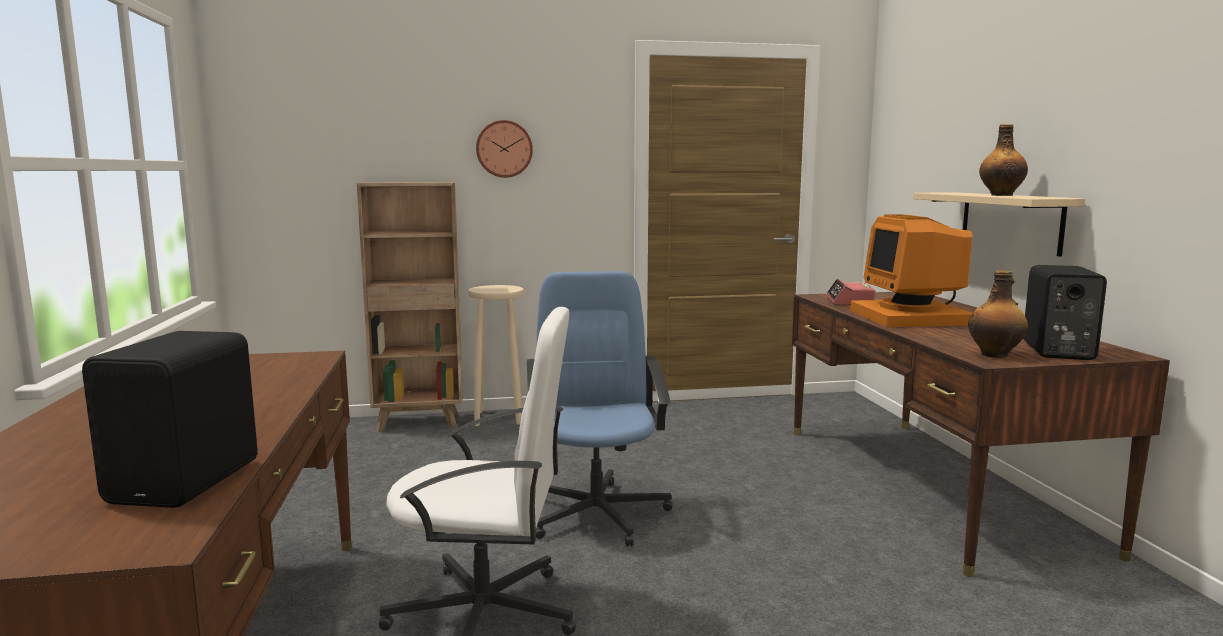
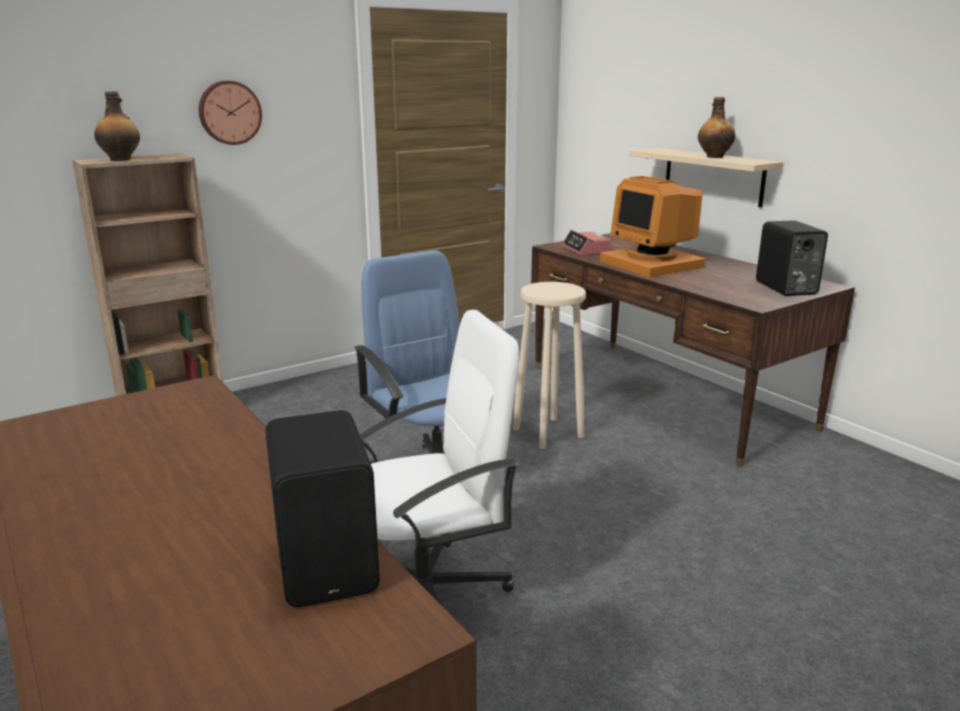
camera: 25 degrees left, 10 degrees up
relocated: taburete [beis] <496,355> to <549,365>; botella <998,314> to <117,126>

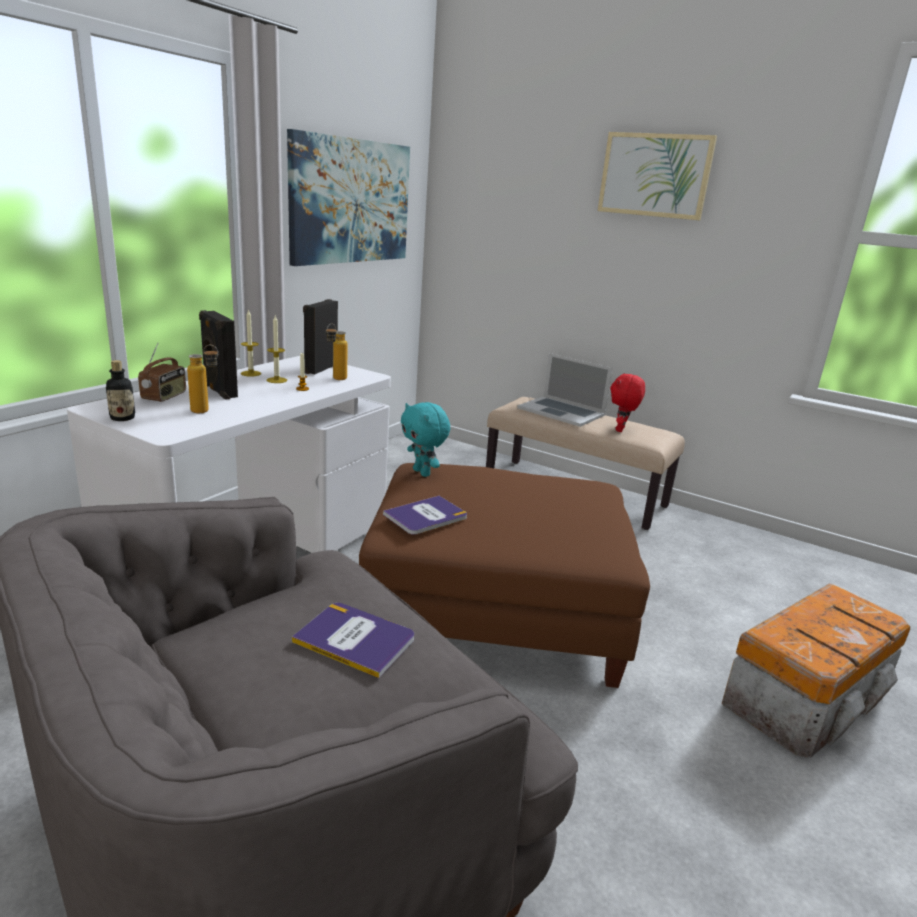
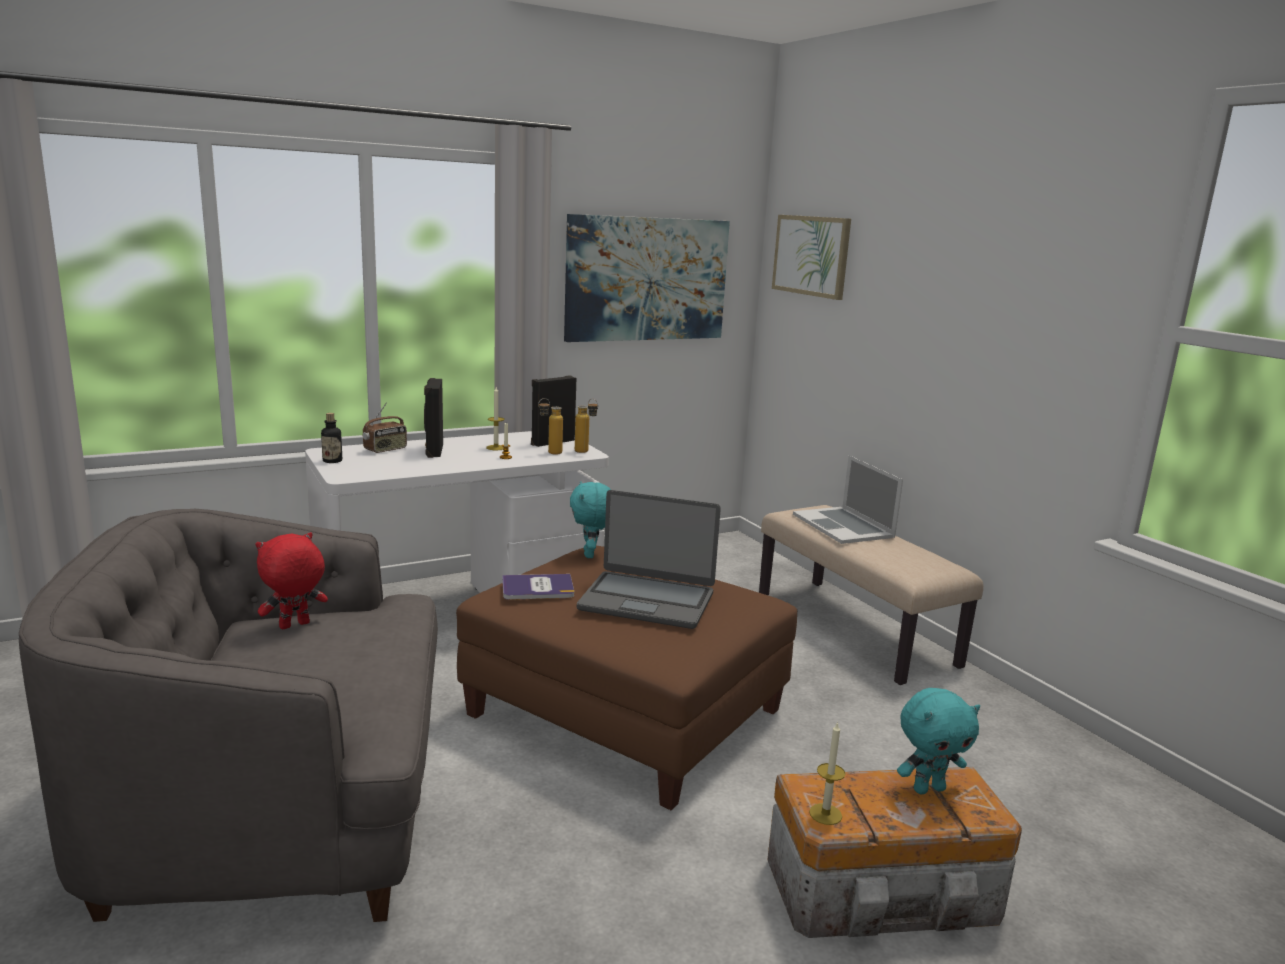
camera: 30 degrees right, 5 degrees down
missing: libro <353,640>
appeared: portátil <649,559>; peluche [turquesa] <938,741>
relocated: botella <202,379> to <586,425>; vela <251,343> to <827,773>; cuadro <657,176> to <811,257>; peluche [rojo] <627,402> to <291,580>

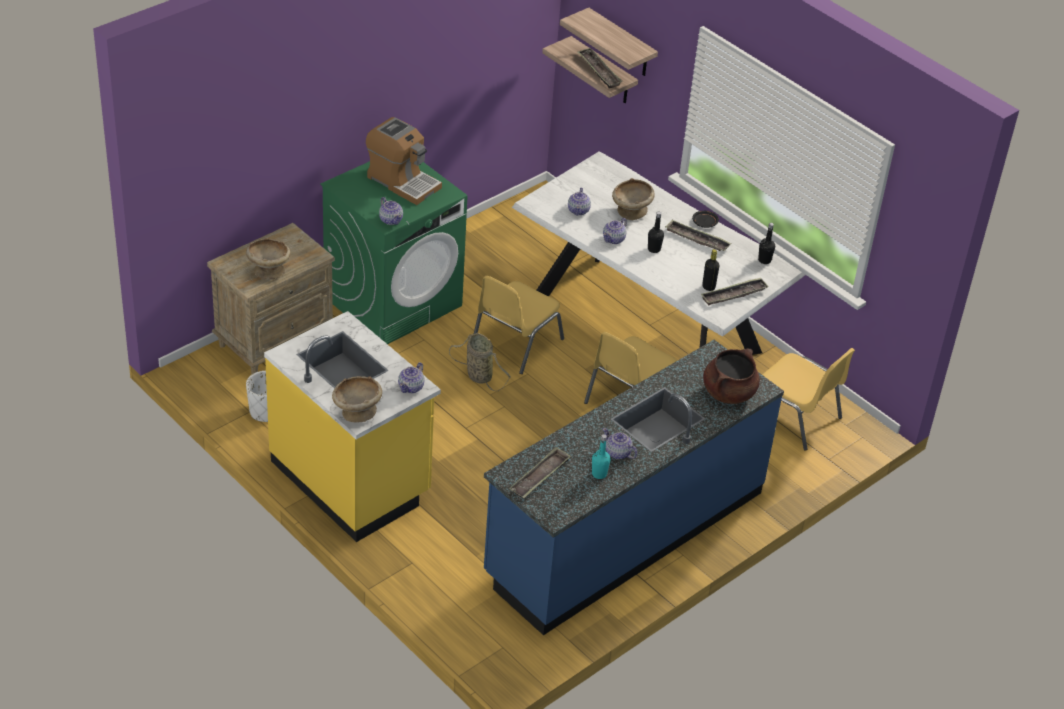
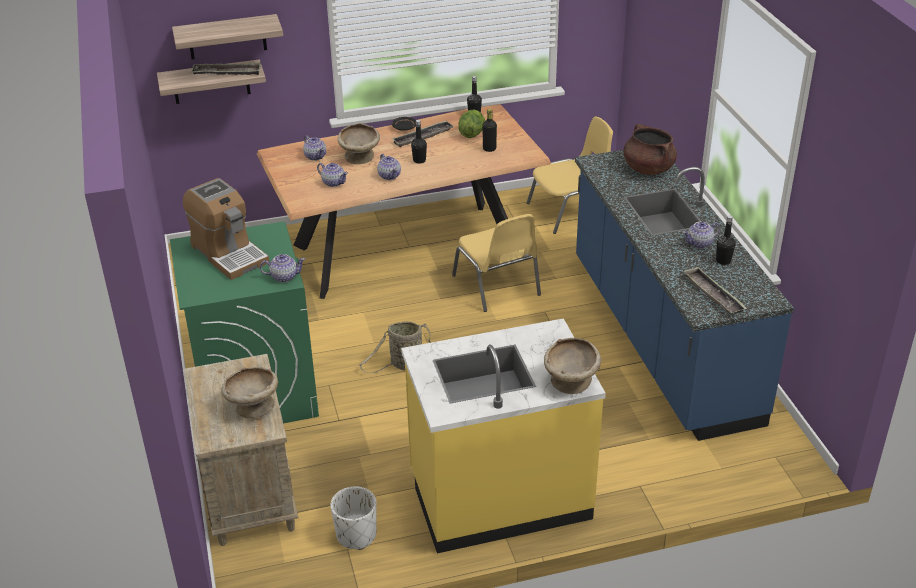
camera: 60 degrees left, 5 degrees down
missing: silla [amarillo] <519,325>; bandeja <735,291>
appeared: lechuga <471,123>
relocated: tetera <411,377> to <314,148>
colour: mesa de comedor [blanco] <658,253> to mesa de comedor [marrón] <404,201>; botella [turquesa] <601,456> to botella [negro] <726,240>
spun: cafetera <404,161> = <226,229> 75 degrees clockwise

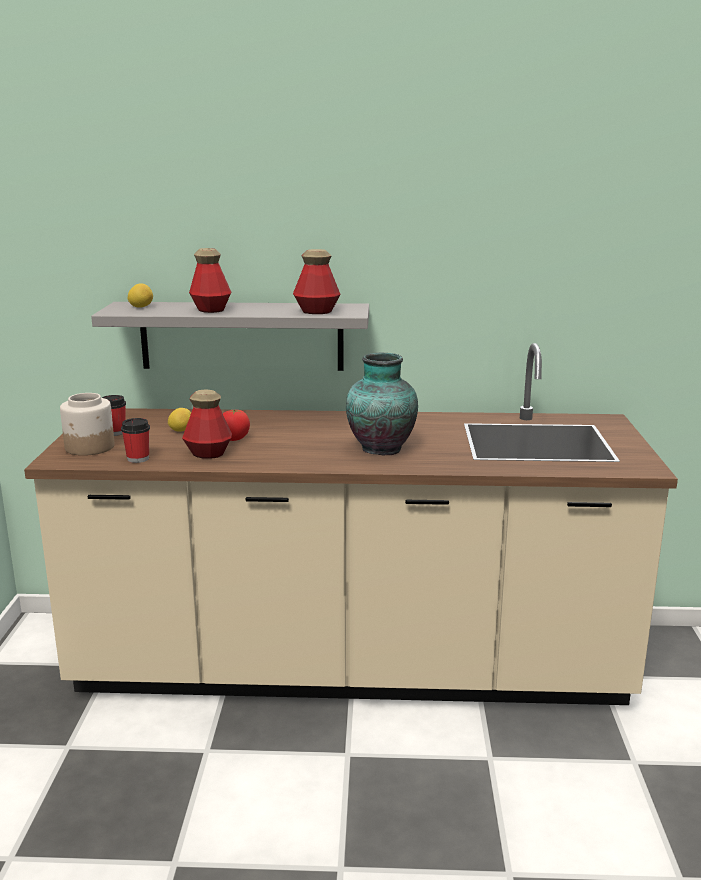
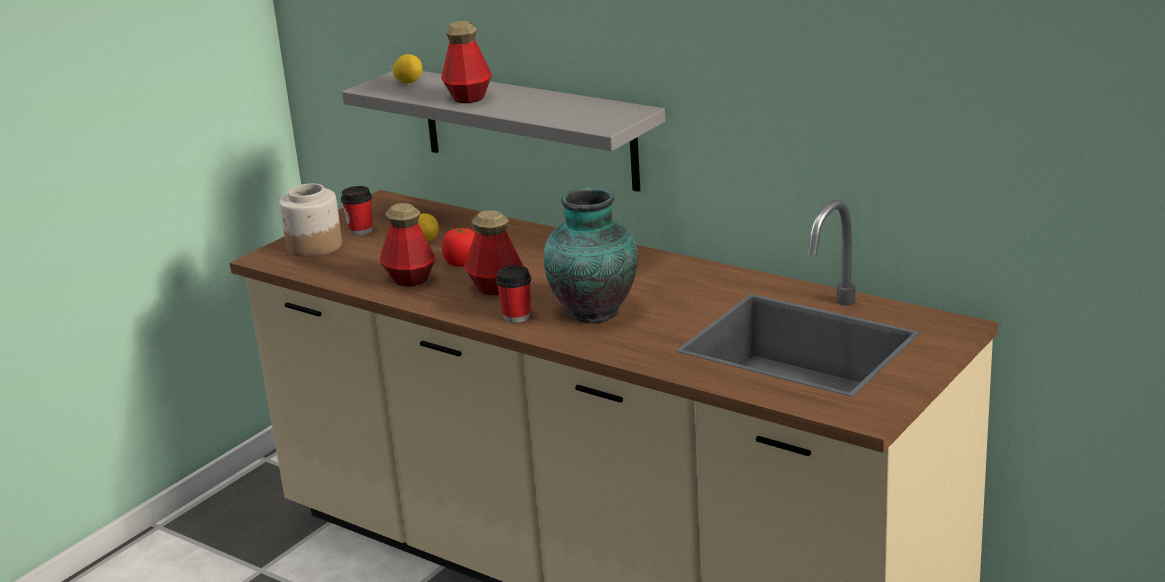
camera: 35 degrees right, 5 degrees up
relocated: taza <135,440> to <513,294>; botella <317,281> to <493,252>

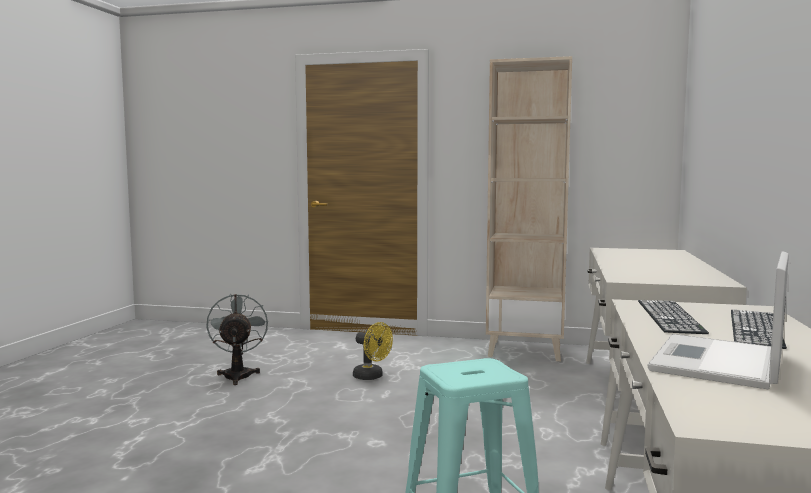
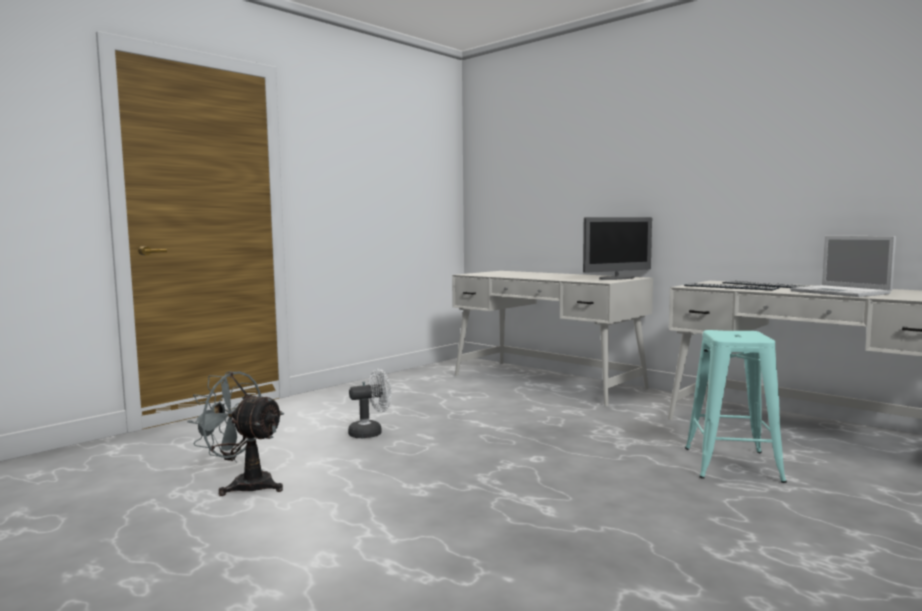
camera: 60 degrees left, 0 degrees up
missing: estantería [beis] <529,209>
appeared: monitor <617,248>
colour: ventilador [amarillo] <373,351> to ventilador [blanco] <370,403>

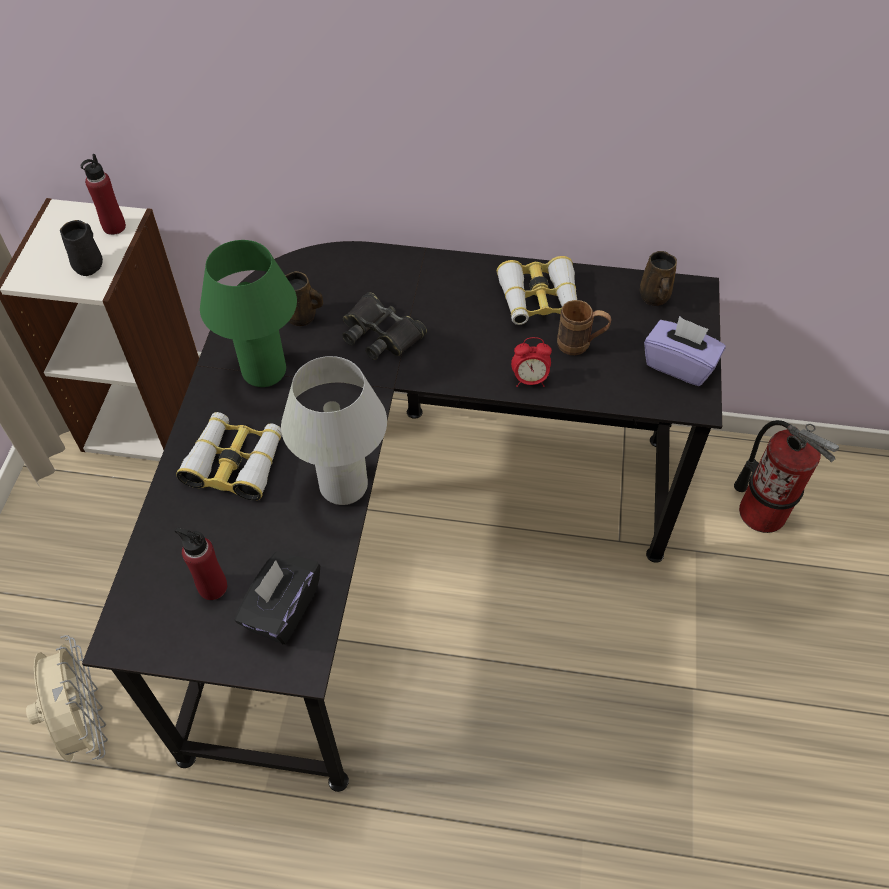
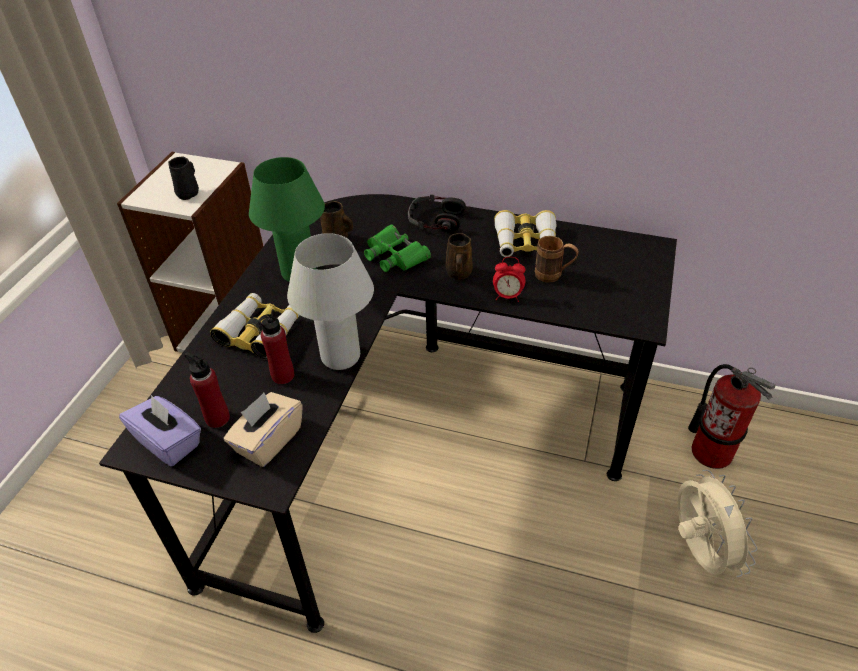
camera: 10 degrees right, 10 degrees down
appeared: auriculares <437,212>
relocated: ventilador [beis] <67,698> to <717,523>; botella [rojo] <103,194> to <276,346>; taza grande [marrón] <658,278> to <459,256>; caja de pañuelos [morado] <685,351> to <160,431>
colour: caja de pañuelos [negro] <277,597> to caja de pañuelos [beis] <263,429>; prismáticos [negro] <384,326> to prismáticos [verde] <397,248>

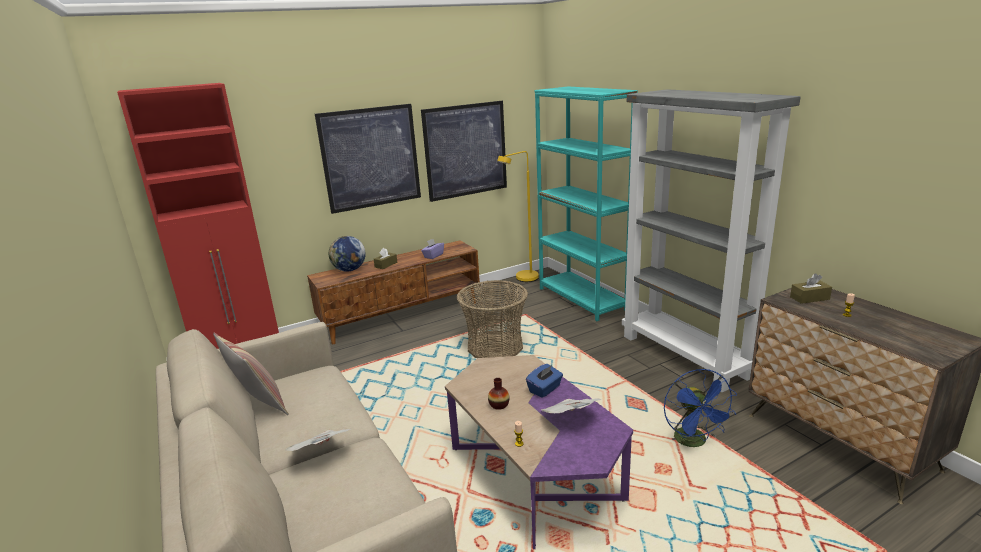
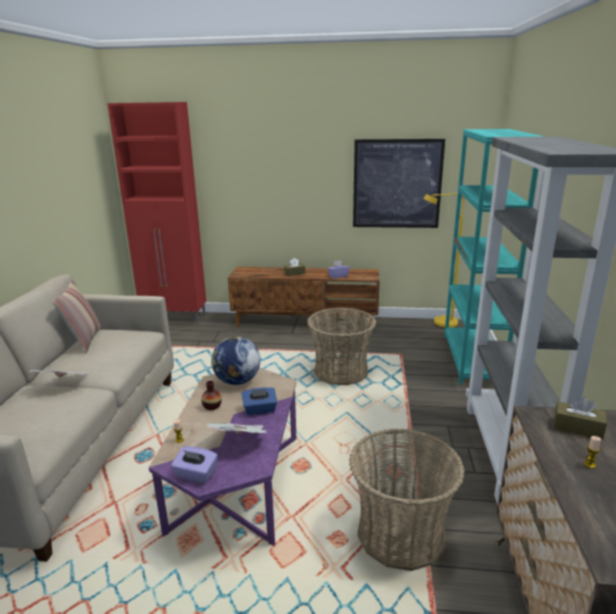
camera: 35 degrees right, 0 degrees up
missing: cuadro <368,159>
appeared: caja de pañuelos [morado] <194,464>
relocated: globo terráqueo <347,254> to <235,360>
exchanged: ventilador [azul] <700,408> to cesta <407,499>

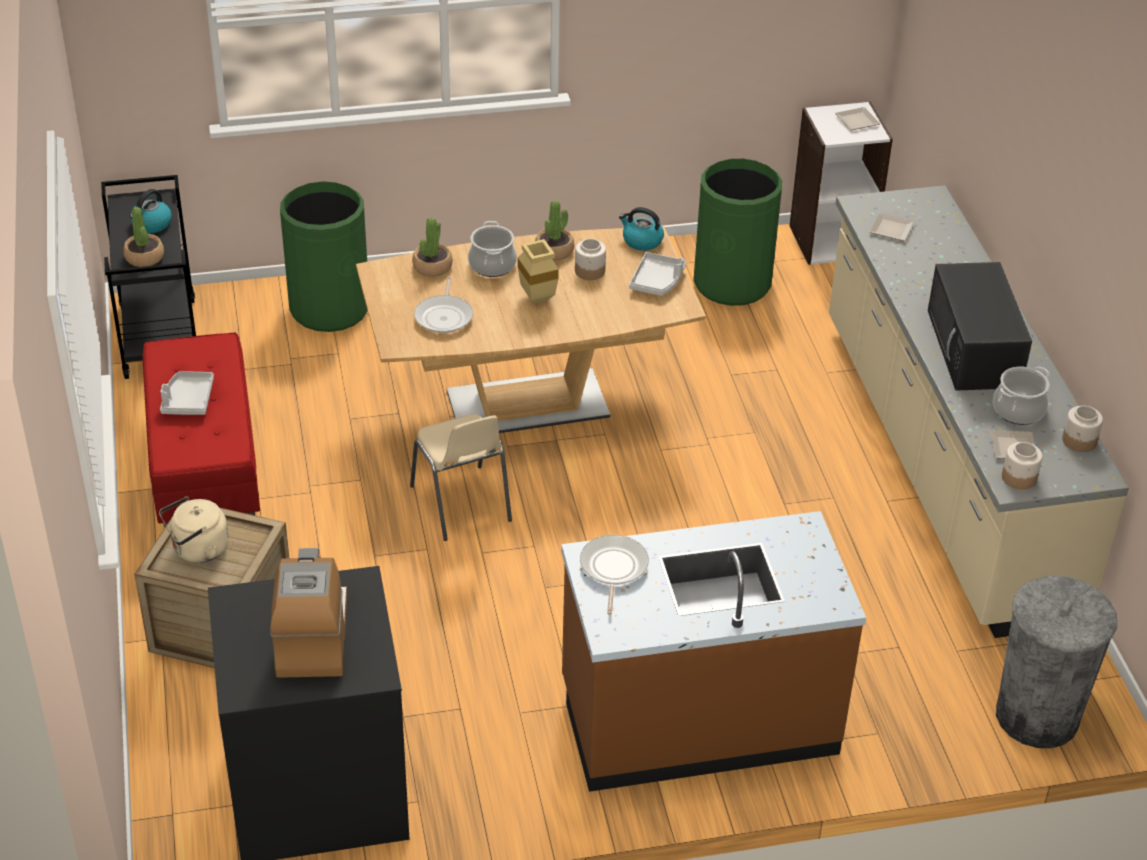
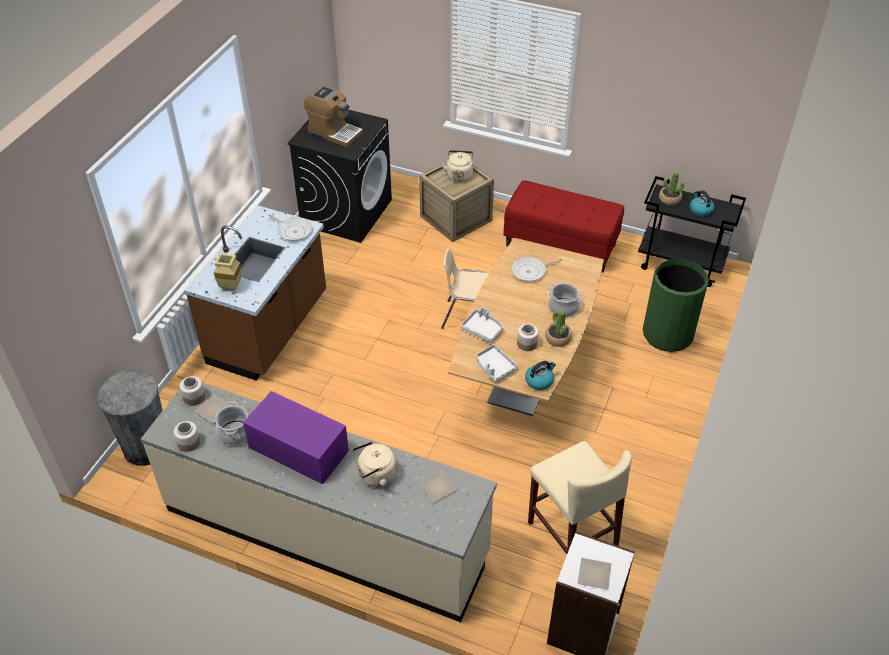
camera: 125 degrees right, 5 degrees up
missing: planta en maceta <432,247>
appeared: hervidor [beis] <374,464>
relocated: bandeja [gris] <187,393> to <482,325>; florero [beis] <538,271> to <227,272>
exchanged: papelera [verde] <737,232> to taburete [beis] <580,497>
colour: microondas [negro] <980,326> to microondas [morado] <296,437>
spun: sartén <443,305> = <536,269> 60 degrees counterclockwise

